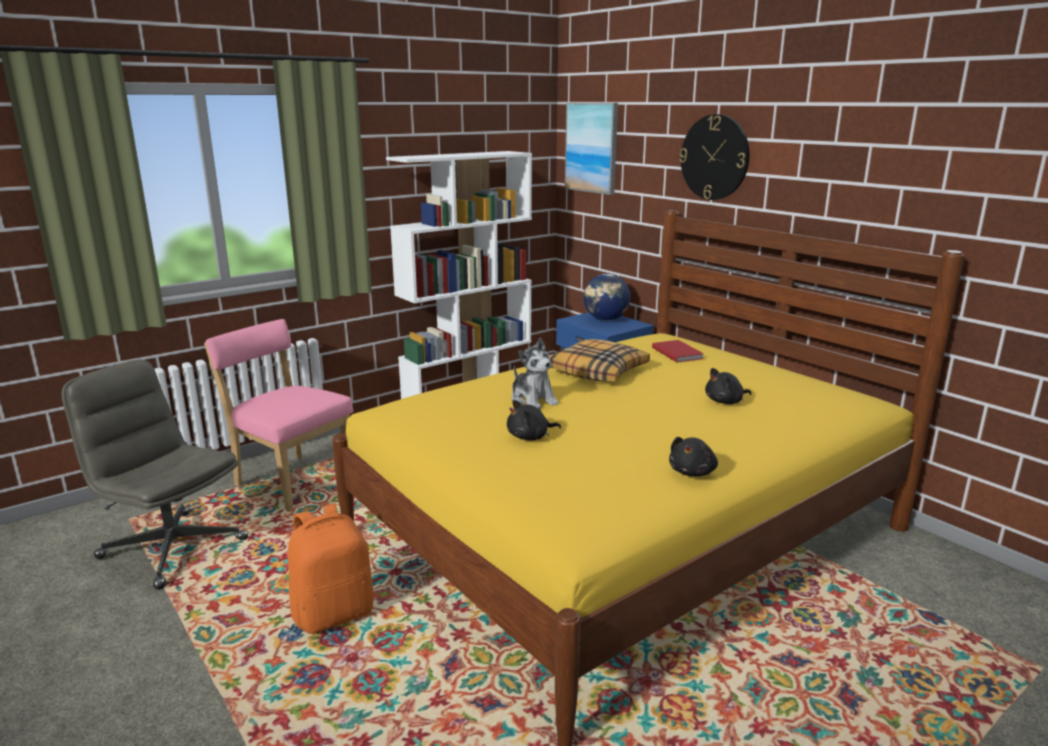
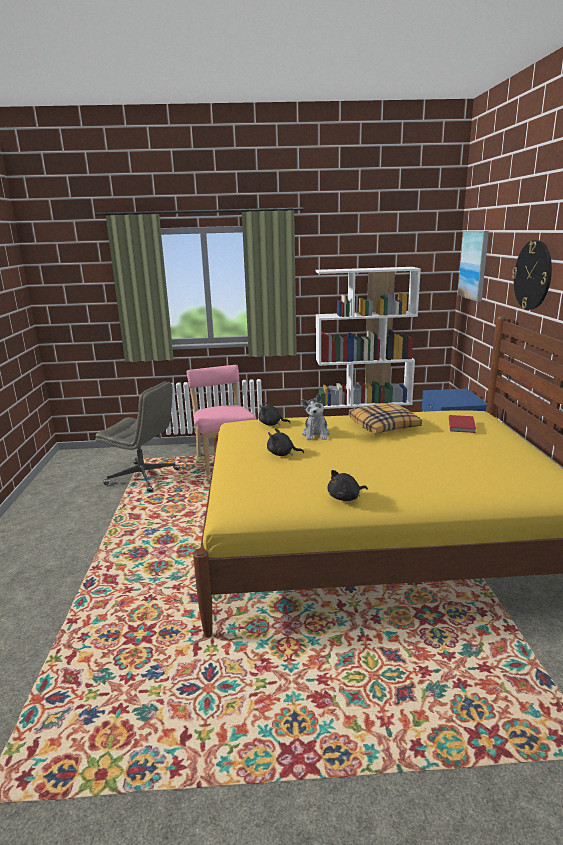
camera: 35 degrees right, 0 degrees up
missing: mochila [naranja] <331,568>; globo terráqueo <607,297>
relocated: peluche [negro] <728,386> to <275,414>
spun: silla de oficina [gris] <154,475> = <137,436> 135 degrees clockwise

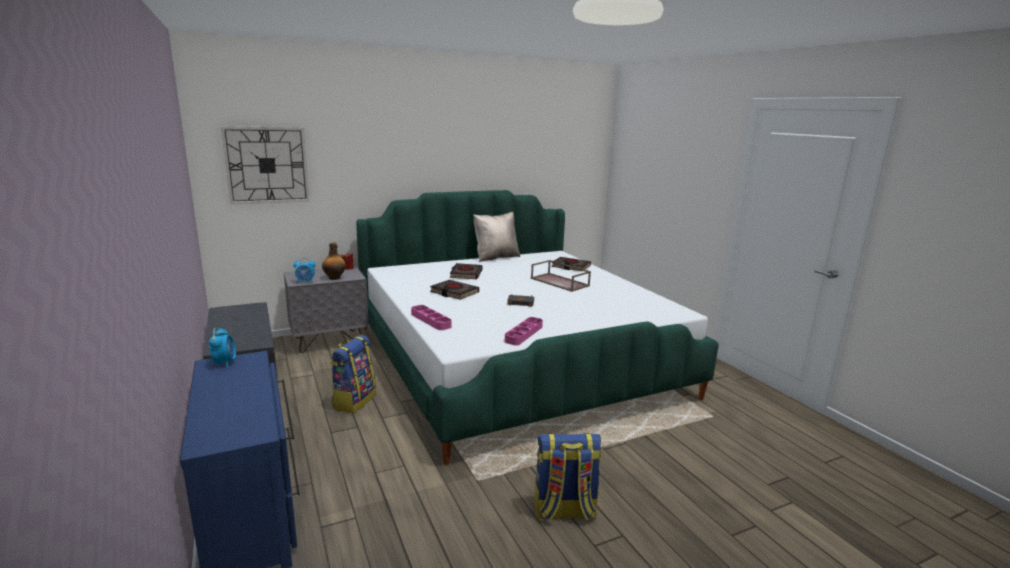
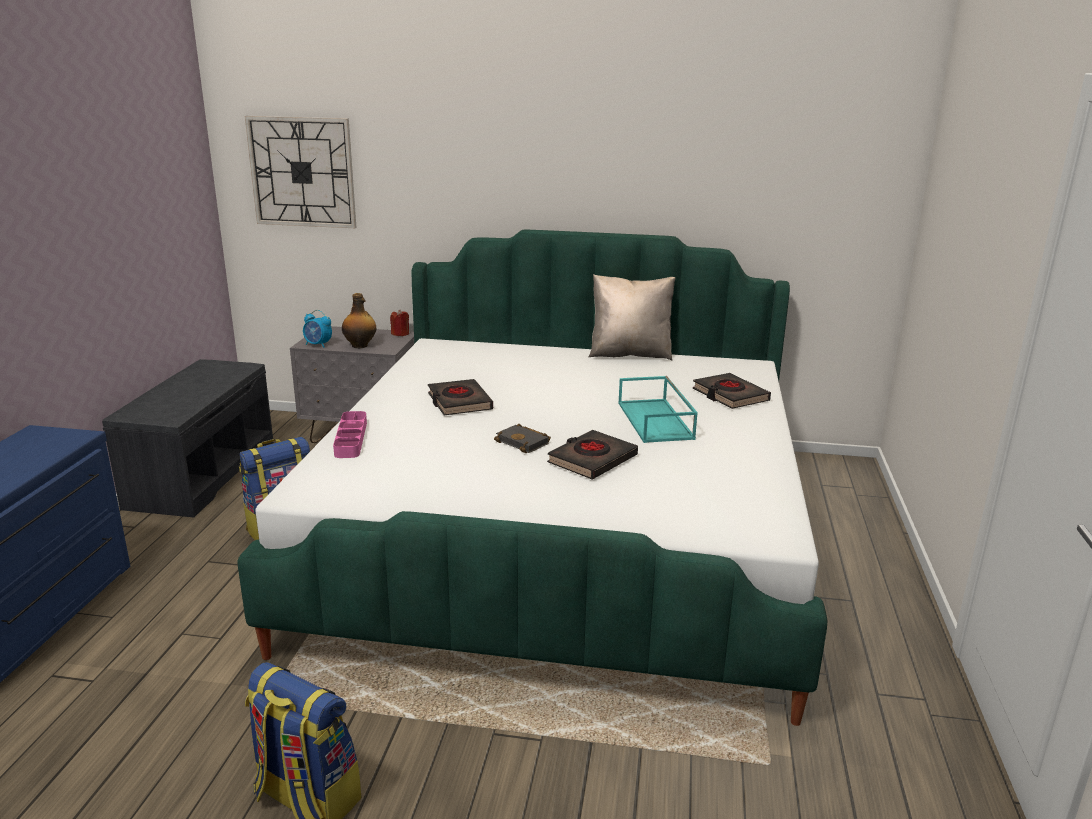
camera: 35 degrees right, 5 degrees up
missing: despertador <222,348>; bandeja [rosa] <524,331>
relocated: libro [negro] <466,271> to <592,454>
colour: bandeja [marrón] <561,276> to bandeja [turquesa] <658,409>

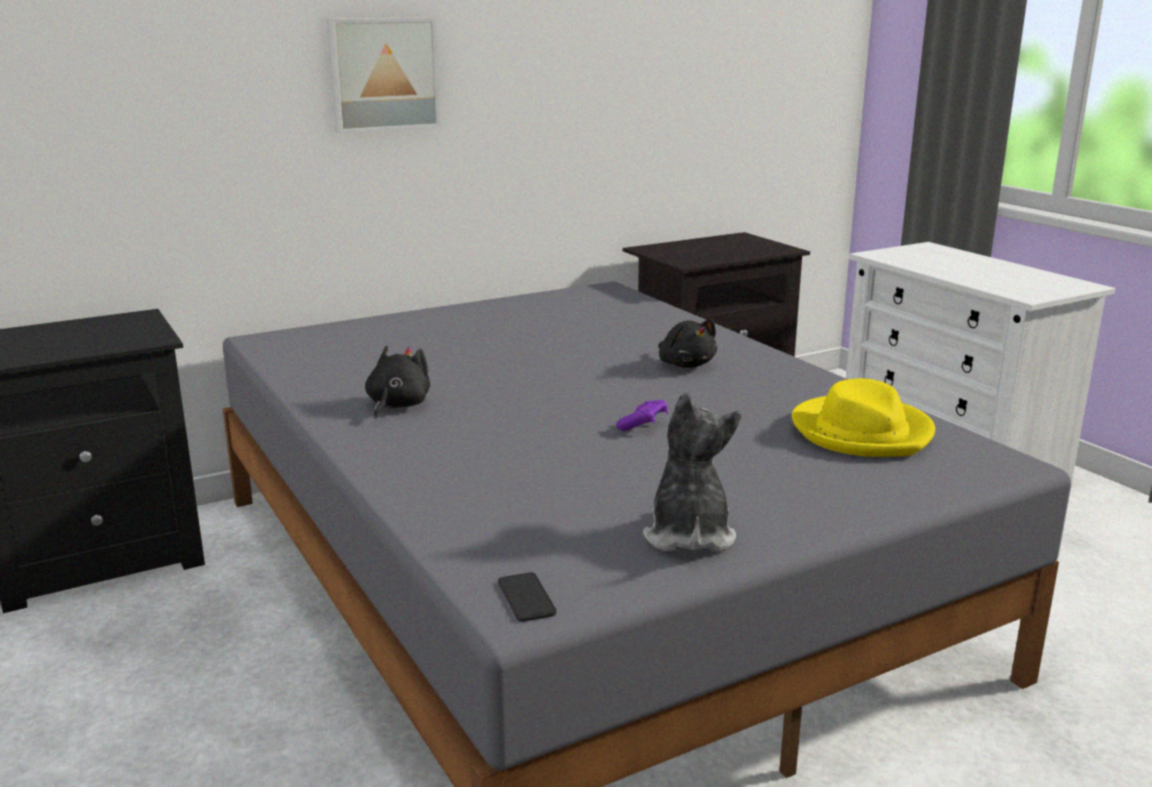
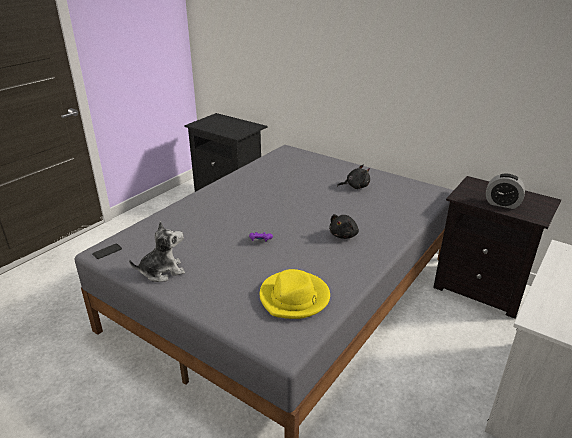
camera: 65 degrees right, 10 degrees up
missing: cuadro <383,75>
appeared: despertador <505,191>
relocated: peluche [negro] <397,382> to <353,177>

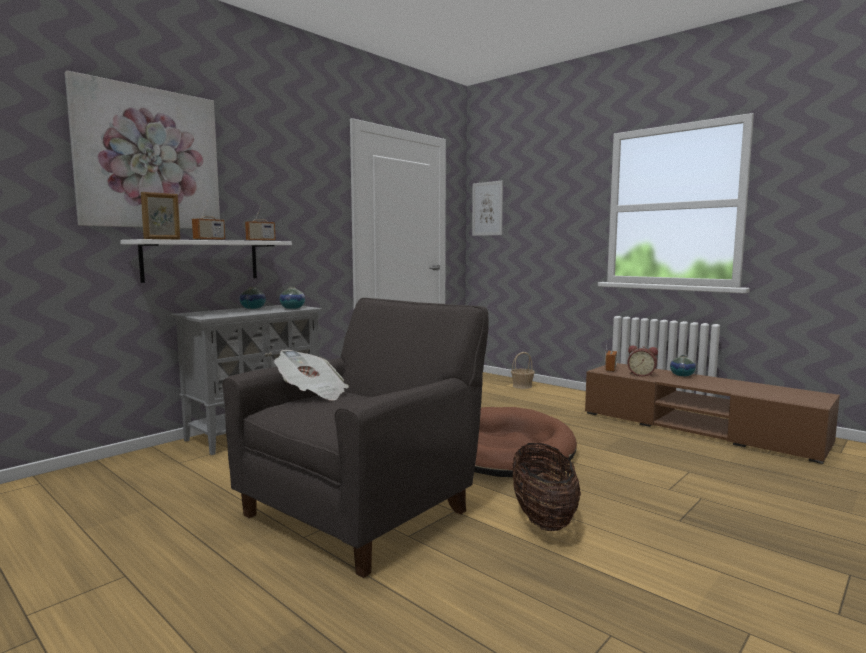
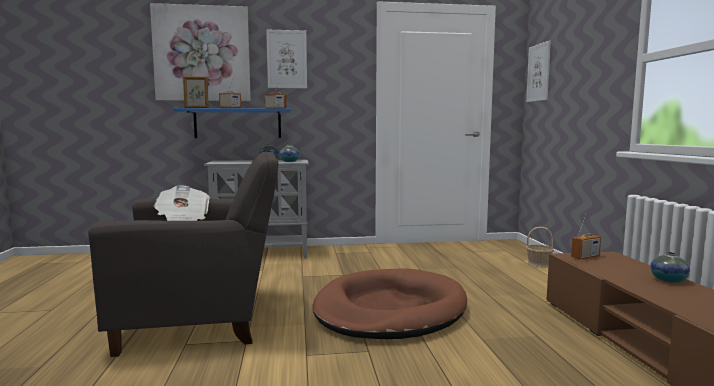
camera: 40 degrees right, 0 degrees up
missing: cesta <546,487>; despertador <643,361>
appeared: cuadro <286,58>
colour: estante [blanco] <206,261> to estante [azul] <232,123>

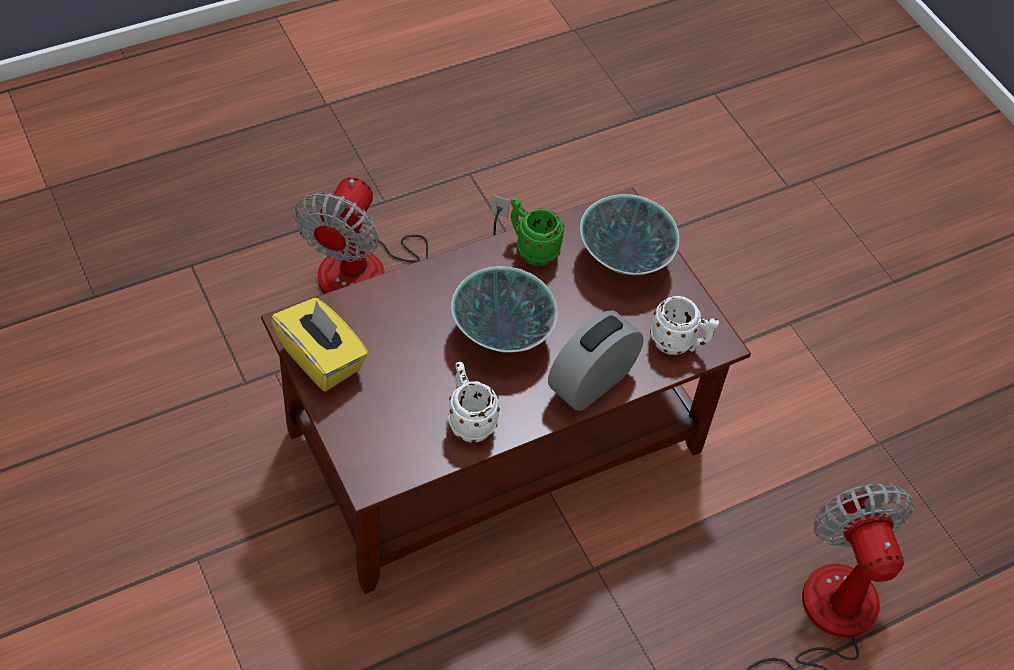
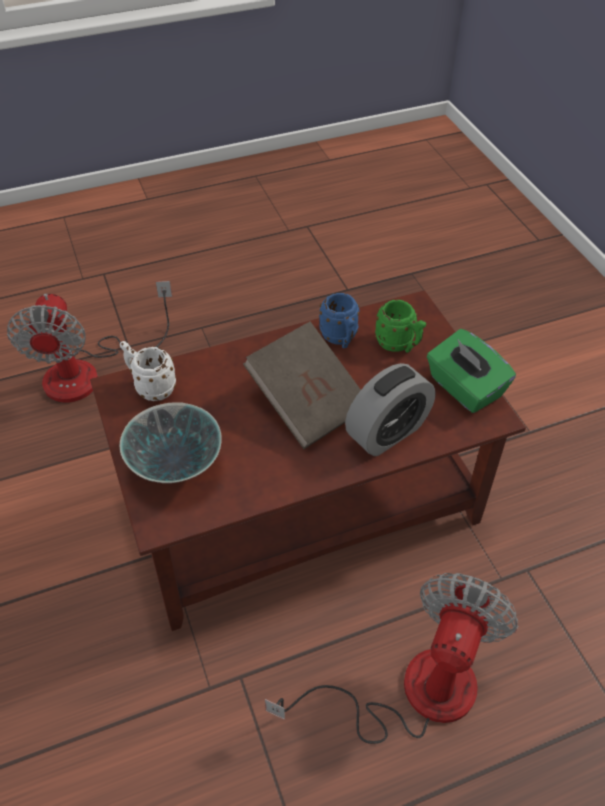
camera: 170 degrees left, 5 degrees down
relocated: taza grande [verde] <537,232> to <400,326>; despertador <596,360> to <390,409>
exchanged: cuenco <504,309> to libro [marrón] <302,385>
colour: caja de pañuelos [amarillo] <320,344> to caja de pañuelos [verde] <471,371>; taza grande [blanco] <474,402> to taza grande [azul] <339,320>

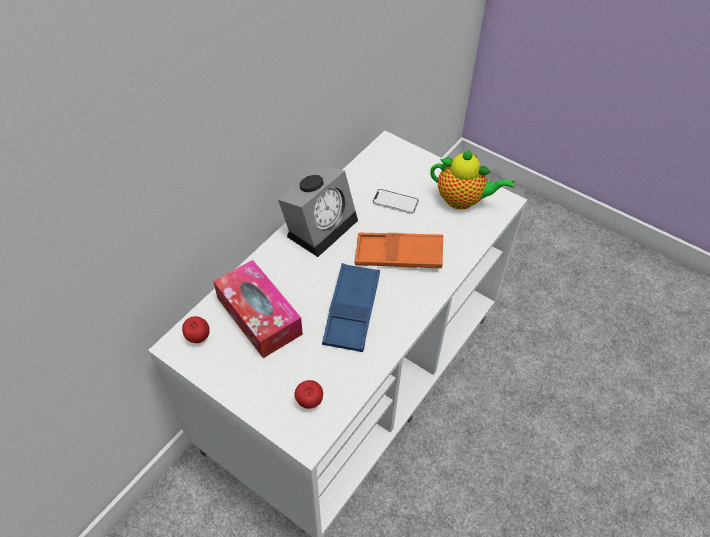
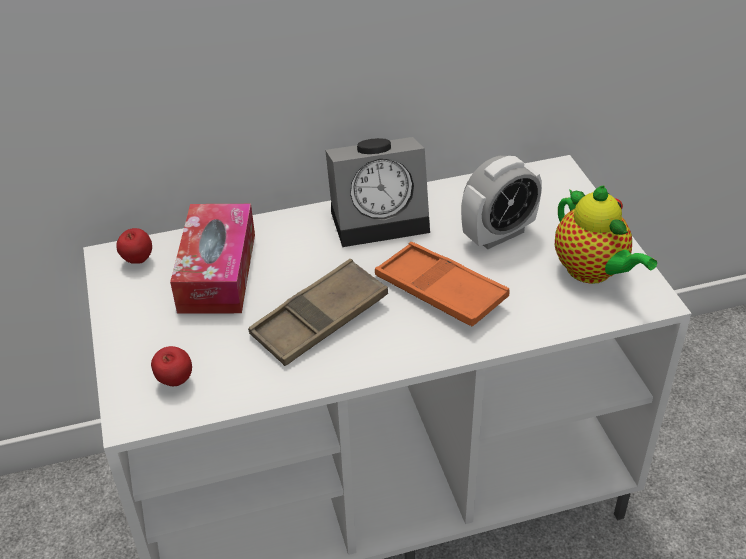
camera: 40 degrees right, 10 degrees down
exchanged: móvil <395,201> to despertador <501,202>
colour: bandeja [azul] <351,307> to bandeja [marrón] <318,312>

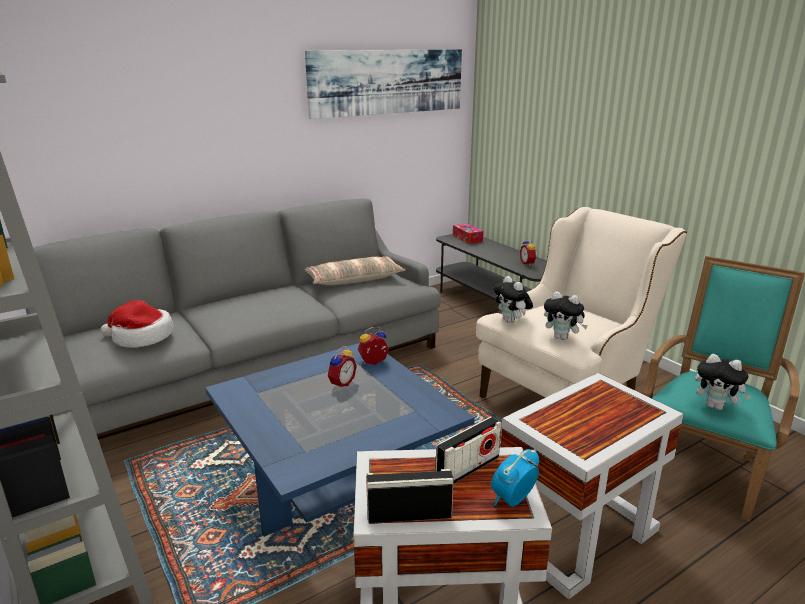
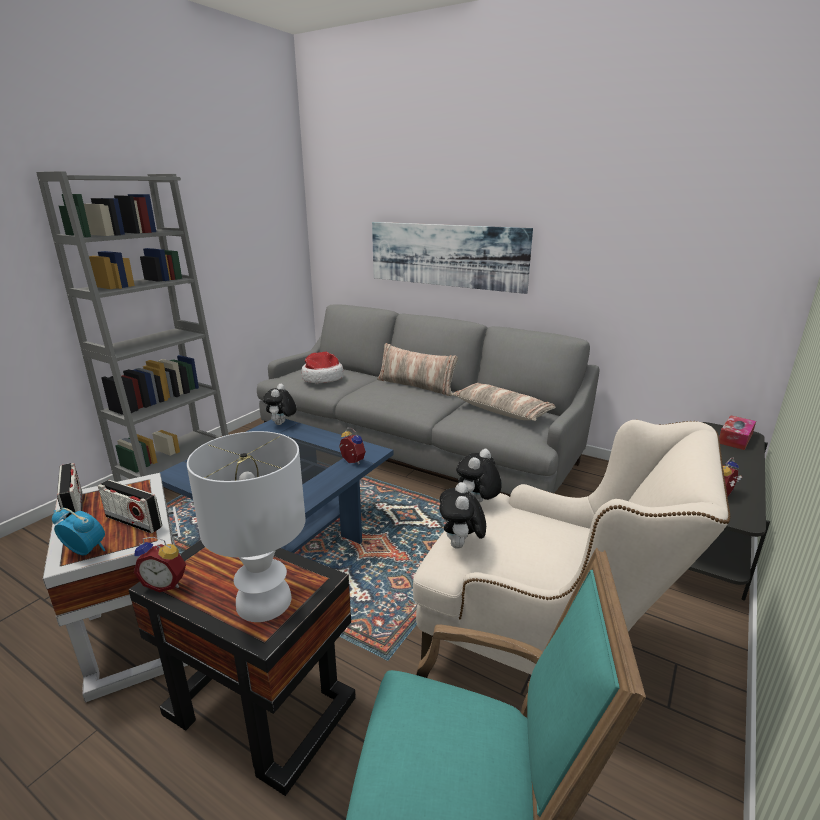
camera: 65 degrees right, 0 degrees up
appeared: lámpara de mesa [blanco] <246,526>; cojín <417,369>
relocated: cuadro <383,84> to <452,258>; despertador <342,367> to <160,565>; peluche <723,382> to <280,404>
colour: mesa auxiliar [blanco] <592,486> to mesa auxiliar [negro] <242,668>

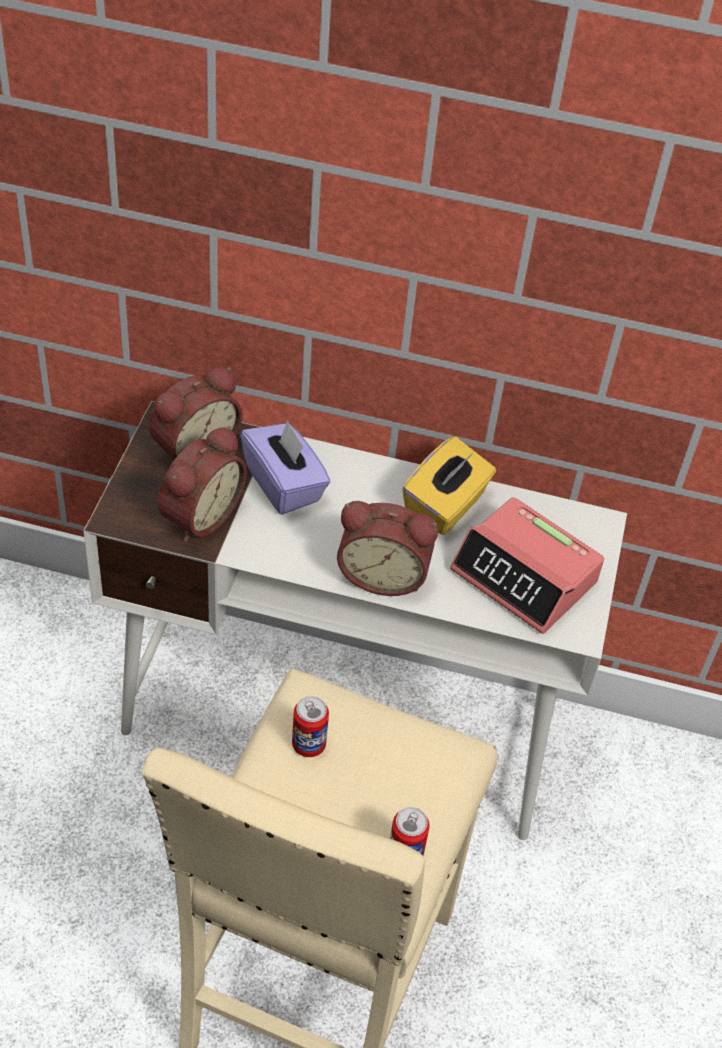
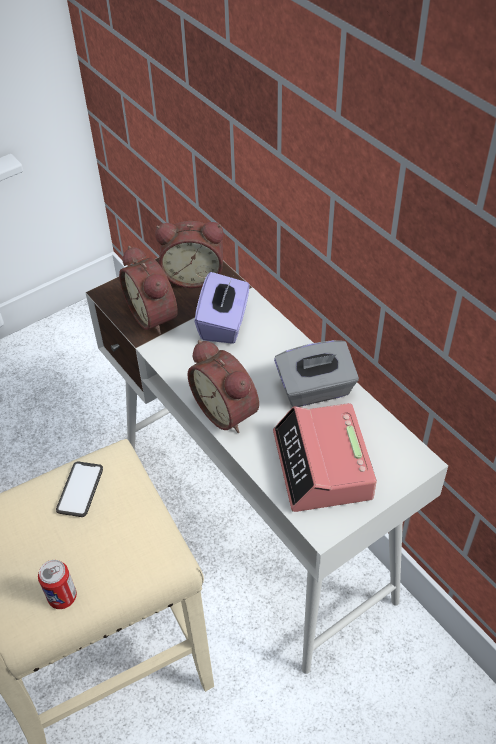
camera: 45 degrees right, 0 degrees up
exchanged: lata <310,726> to móvil <79,489>
colour: caja de pañuelos [amarillo] <449,485> to caja de pañuelos [gris] <316,373>
spun: despertador <202,484> = <148,290> 75 degrees clockwise

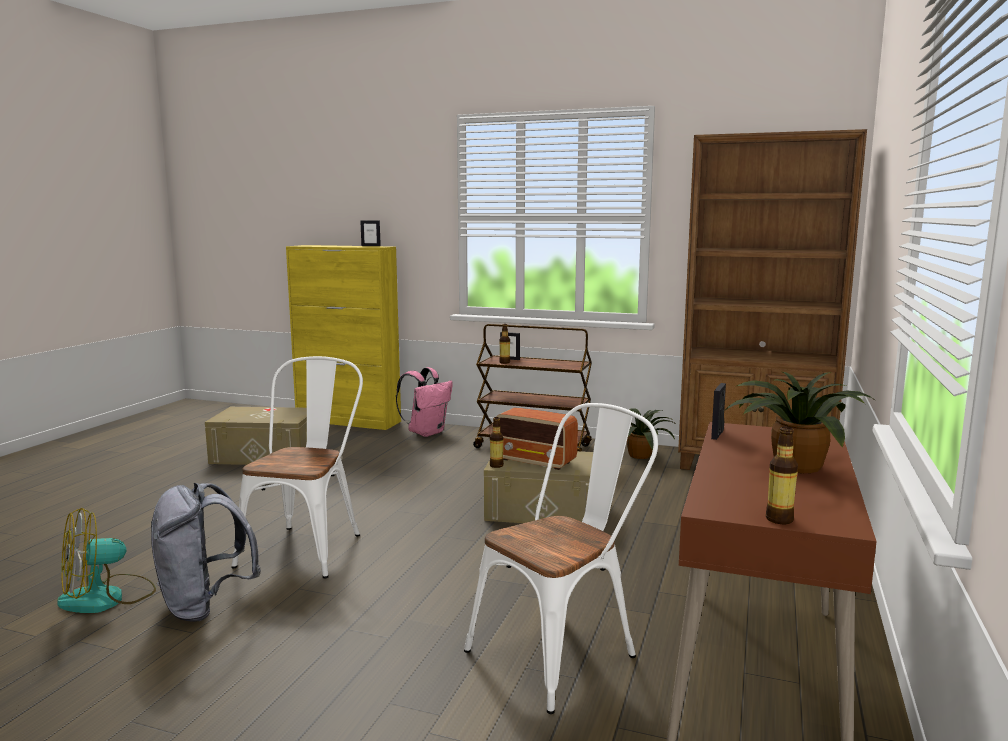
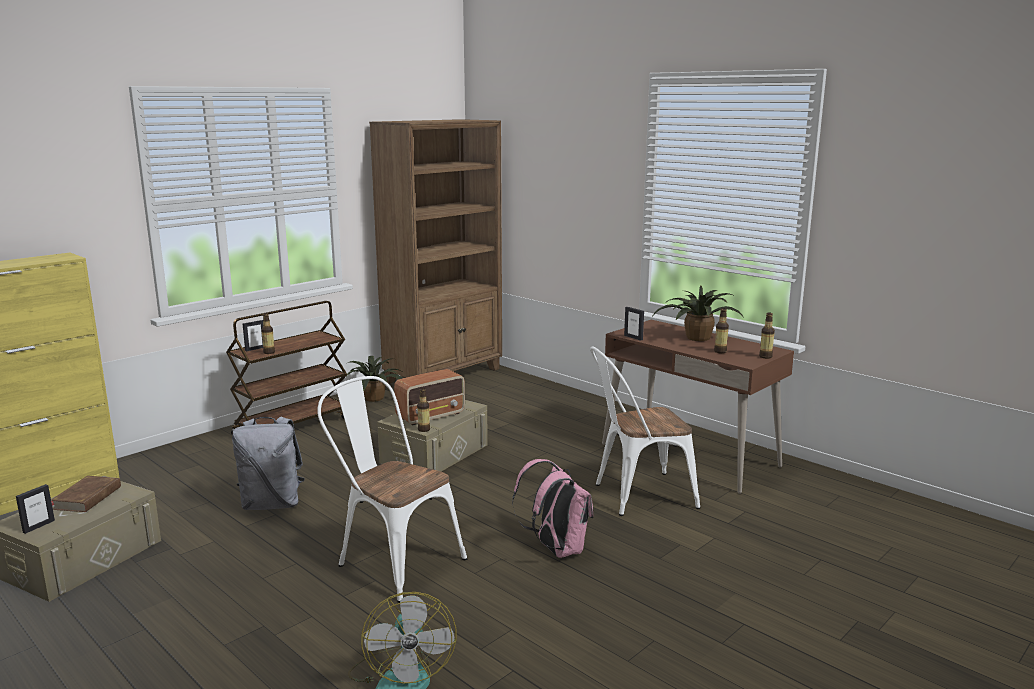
camera: 65 degrees left, 5 degrees up
appeared: libro [marrón] <86,494>; botella <721,330>
relocated: mochila [gris] <206,552> to <268,463>; portarretratos <370,233> to <35,509>; mochila [rosa] <424,402> to <552,508>
spun: silla [blanco] <561,558> = <645,431> 90 degrees counterclockwise

